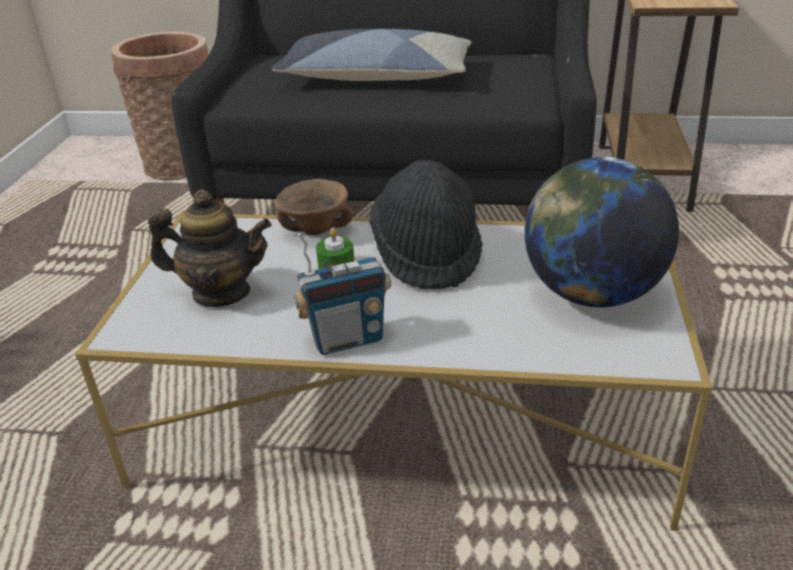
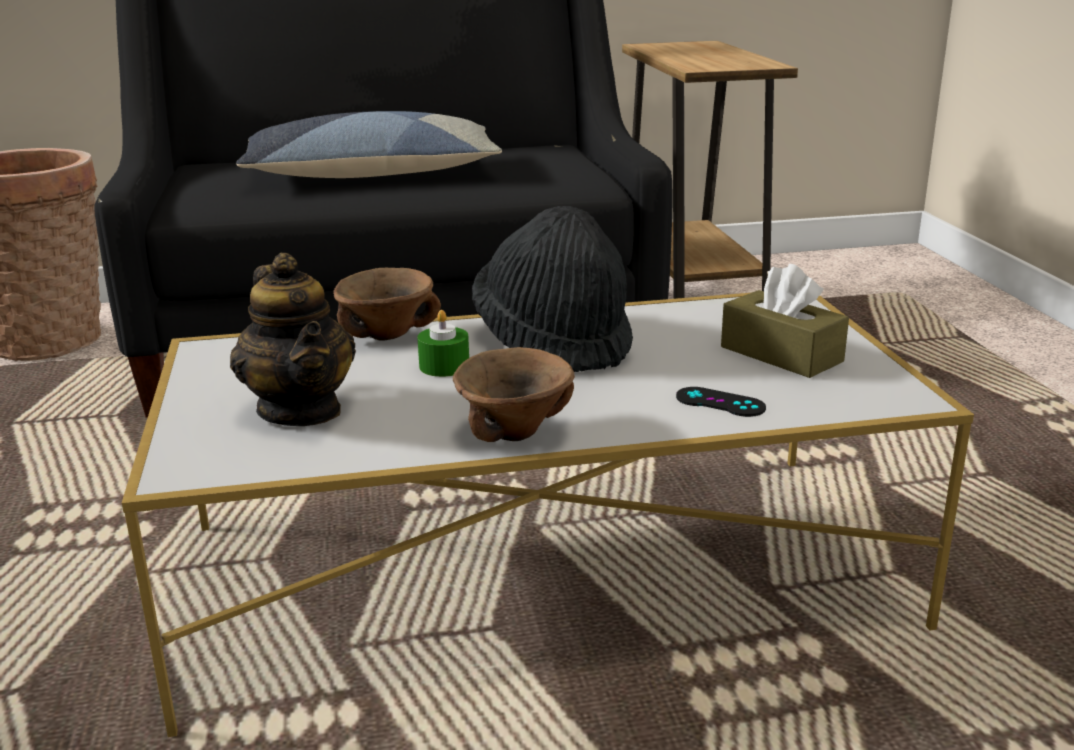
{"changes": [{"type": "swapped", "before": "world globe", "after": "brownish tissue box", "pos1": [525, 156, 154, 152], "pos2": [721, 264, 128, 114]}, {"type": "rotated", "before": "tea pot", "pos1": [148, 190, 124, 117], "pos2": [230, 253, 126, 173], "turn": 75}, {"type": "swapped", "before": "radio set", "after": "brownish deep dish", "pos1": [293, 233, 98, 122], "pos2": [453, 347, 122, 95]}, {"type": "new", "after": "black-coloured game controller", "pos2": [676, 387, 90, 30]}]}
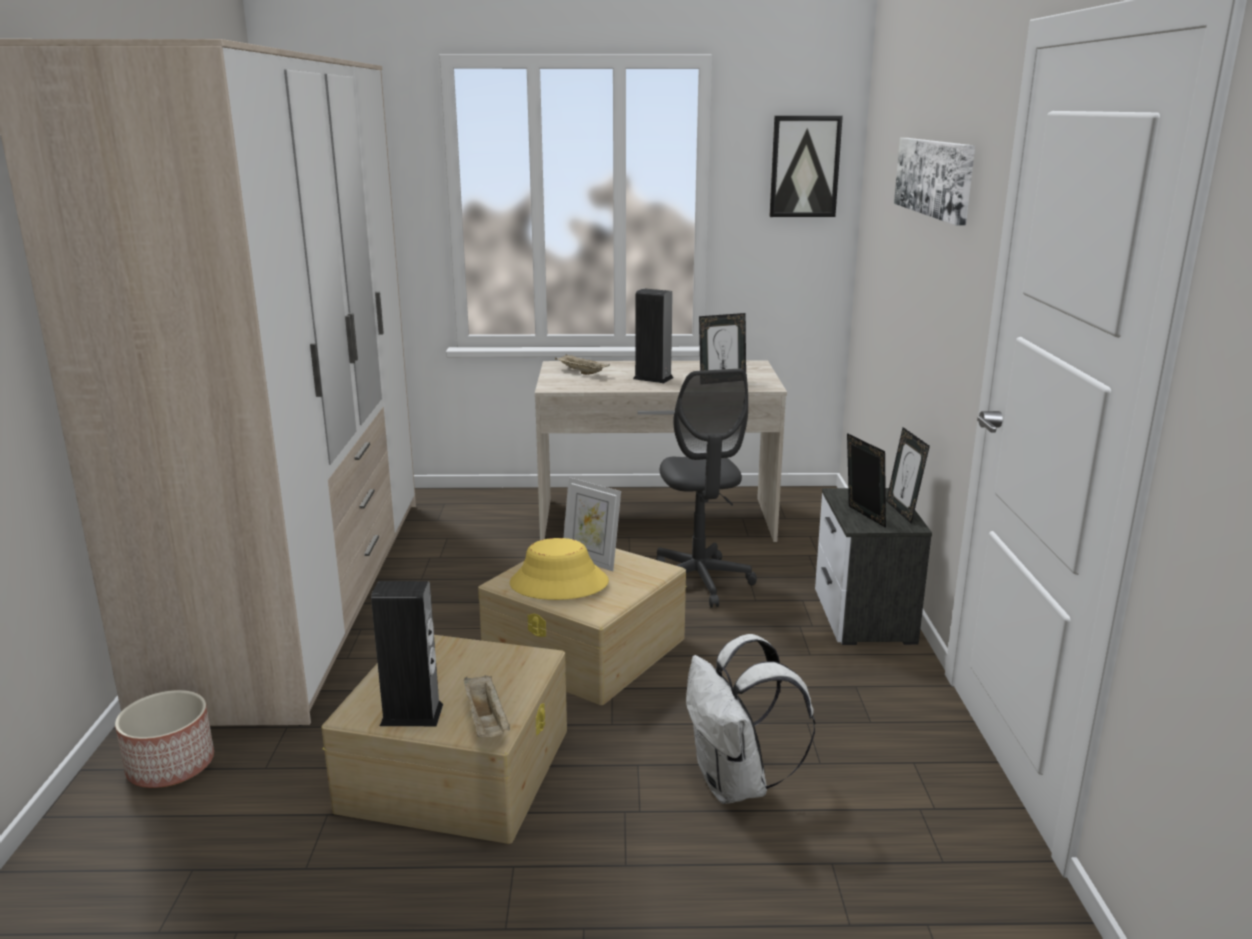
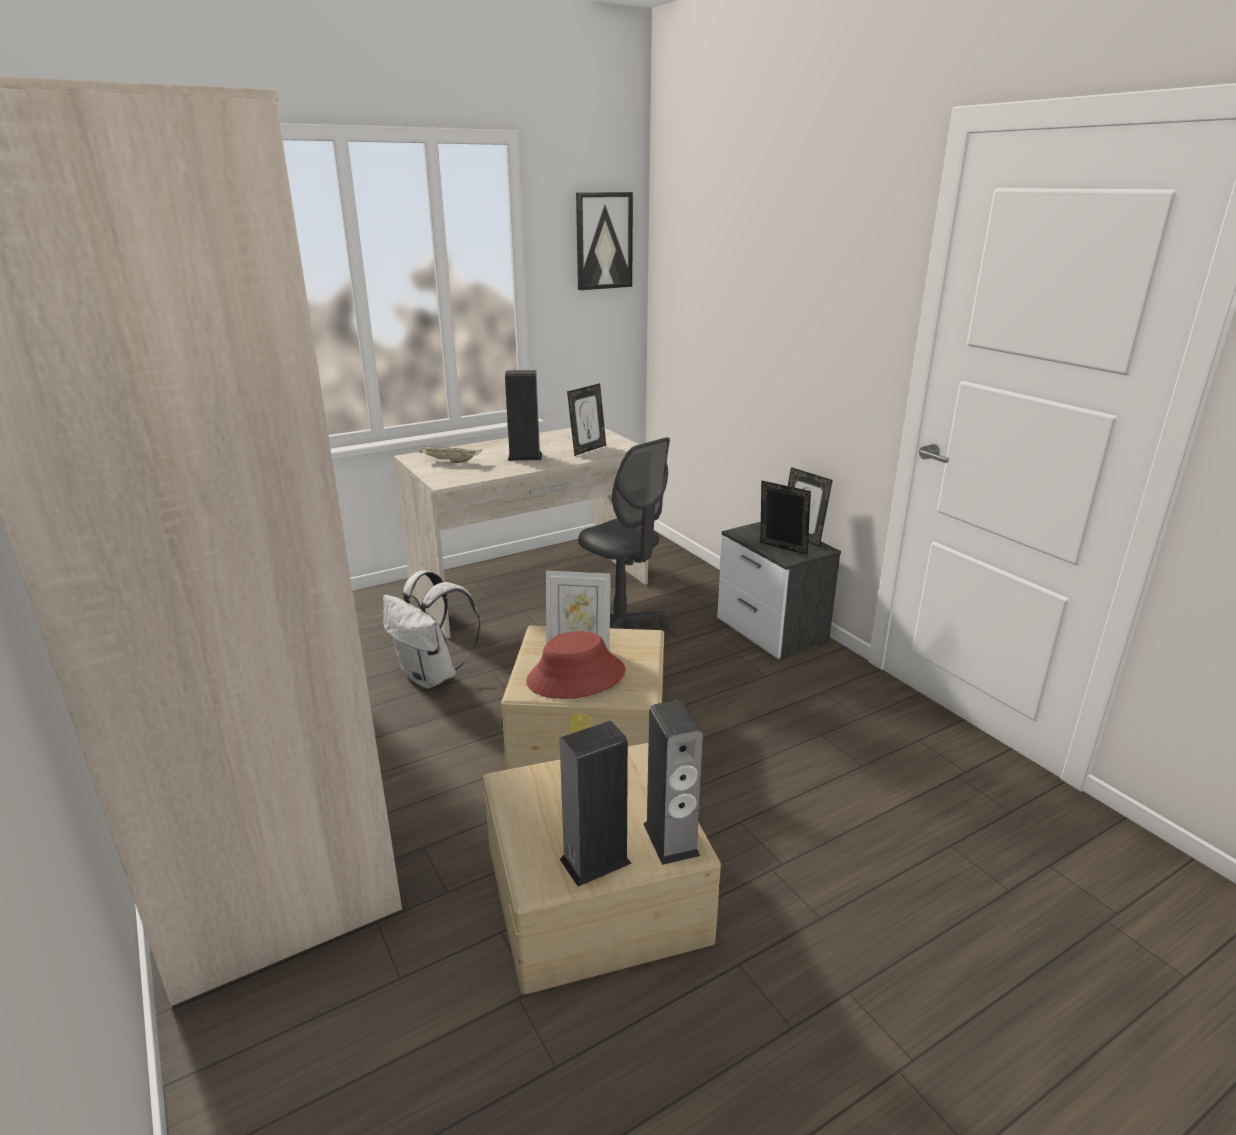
{"changes": [{"type": "gone", "before": "wall picture", "pos1": [894, 138, 81, 88]}, {"type": "repainted", "before": "yellow hat", "after": "reddish hat", "pos1": [510, 538, 99, 62], "pos2": [526, 631, 99, 68]}, {"type": "shifted", "before": "white rucksack", "pos1": [686, 634, 130, 170], "pos2": [383, 570, 98, 119]}, {"type": "swapped", "before": "beige-coloured serving tray", "after": "speaker", "pos1": [464, 675, 46, 62], "pos2": [644, 700, 59, 165]}, {"type": "gone", "before": "flower pot", "pos1": [115, 690, 99, 98]}]}
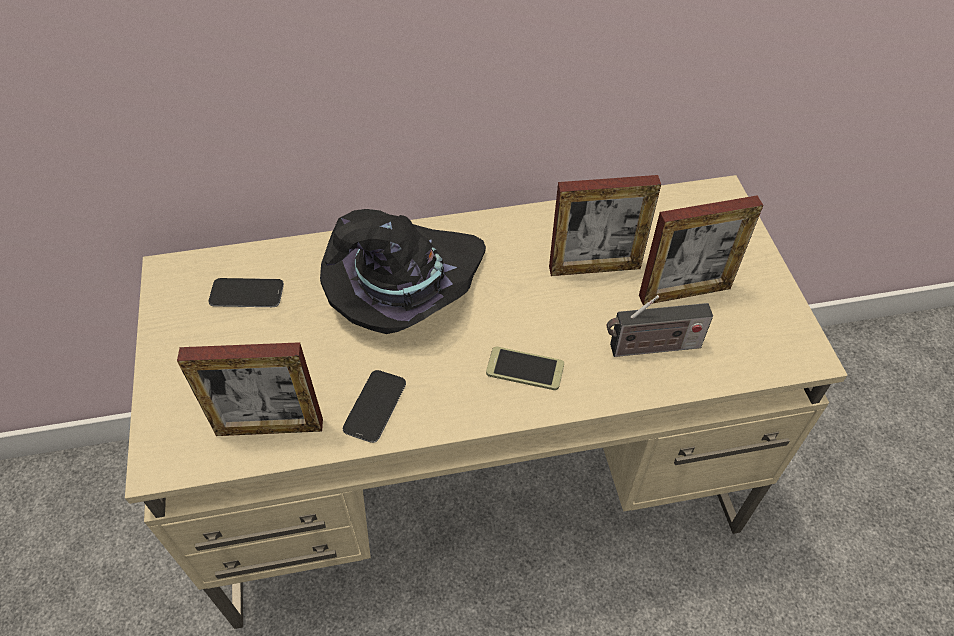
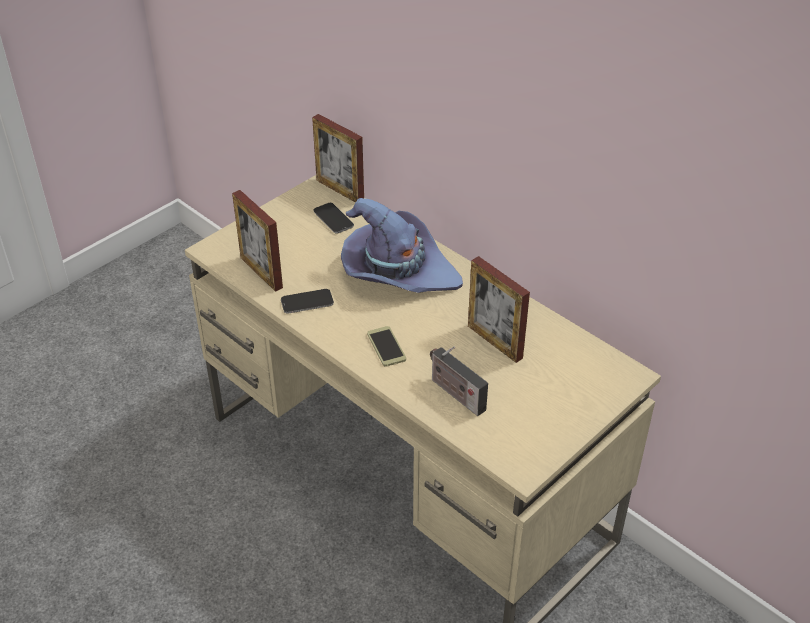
{"changes": [{"type": "shifted", "before": "standing frame", "pos1": [639, 196, 124, 109], "pos2": [312, 114, 52, 89]}, {"type": "repainted", "before": "black-coloured hat", "after": "purple hat", "pos1": [320, 209, 166, 125], "pos2": [341, 198, 122, 95]}]}
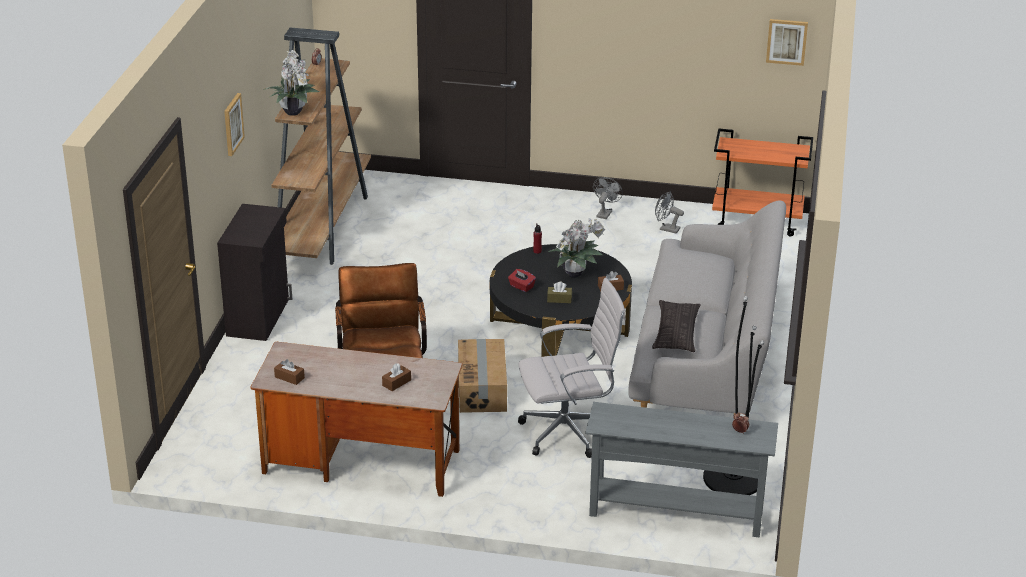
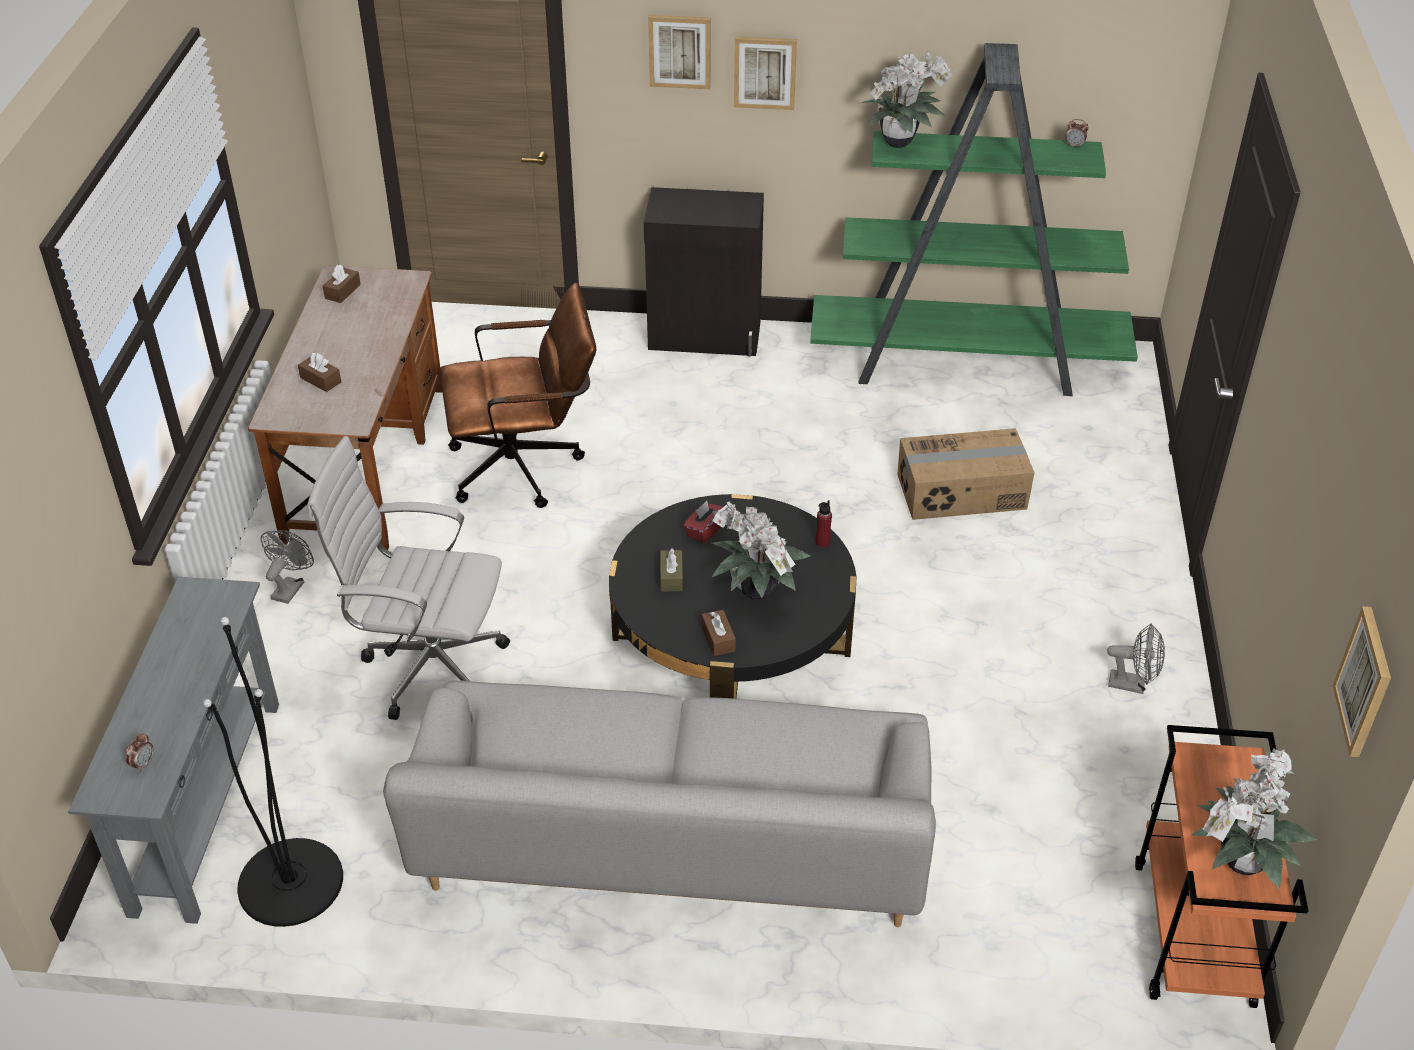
{"changes": [{"type": "repainted", "before": "brownish bookshelf", "after": "green-coloured bookshelf", "pos1": [272, 27, 99, 238], "pos2": [810, 43, 328, 353]}, {"type": "shifted", "before": "gray electric fan", "pos1": [655, 191, 29, 43], "pos2": [261, 530, 53, 74]}, {"type": "rotated", "before": "white desk chair", "pos1": [518, 278, 108, 180], "pos2": [307, 436, 203, 284], "turn": 120}, {"type": "gone", "before": "throw pillow", "pos1": [652, 300, 49, 52]}, {"type": "shifted", "before": "cardboard box", "pos1": [458, 339, 49, 74], "pos2": [897, 428, 138, 92]}, {"type": "new", "after": "wall picture", "pos2": [648, 15, 62, 74]}, {"type": "new", "after": "plant in a pot", "pos2": [1191, 749, 126, 140]}]}
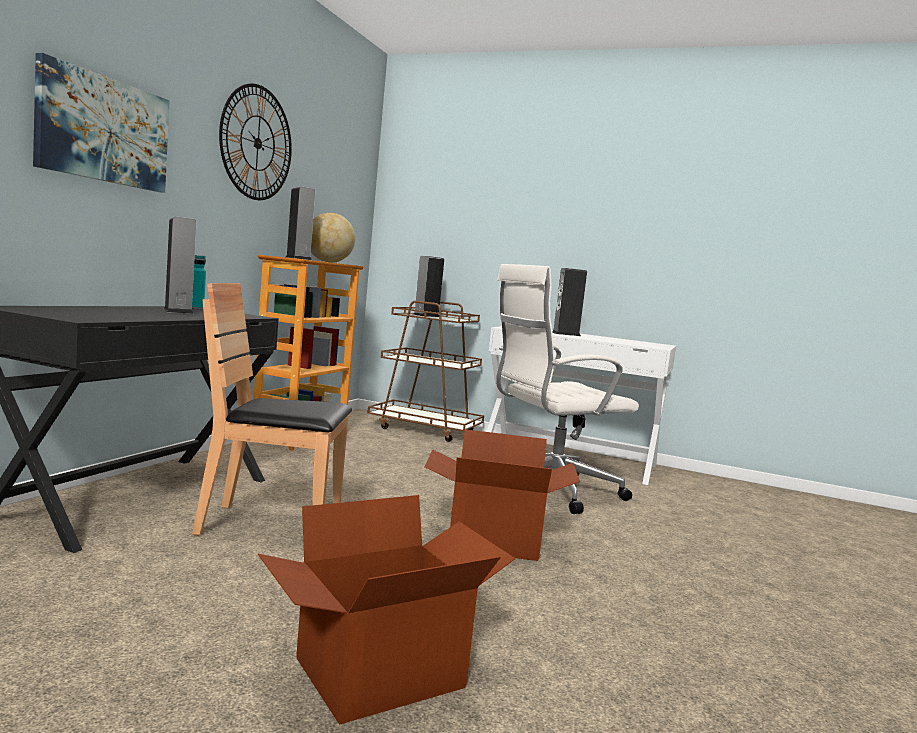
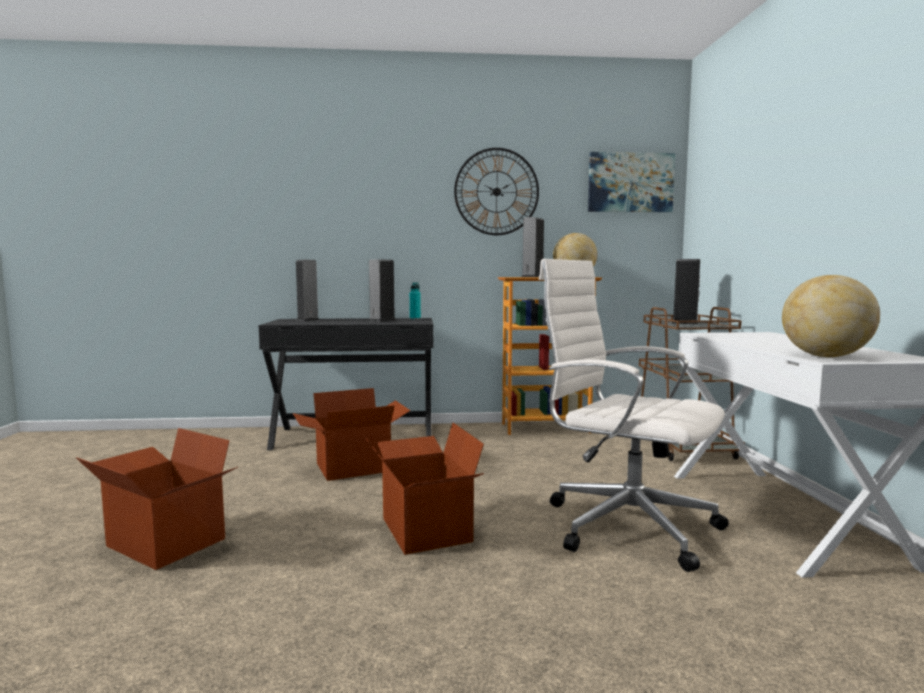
{"changes": [{"type": "shifted", "before": "wall picture", "pos1": [33, 53, 137, 140], "pos2": [588, 152, 87, 60]}, {"type": "shifted", "before": "speaker", "pos1": [552, 268, 35, 68], "pos2": [296, 260, 23, 61]}, {"type": "swapped", "before": "brownish plain chair", "after": "cardboard box", "pos1": [192, 283, 160, 253], "pos2": [293, 388, 118, 93]}, {"type": "new", "after": "world globe", "pos2": [782, 275, 98, 82]}]}
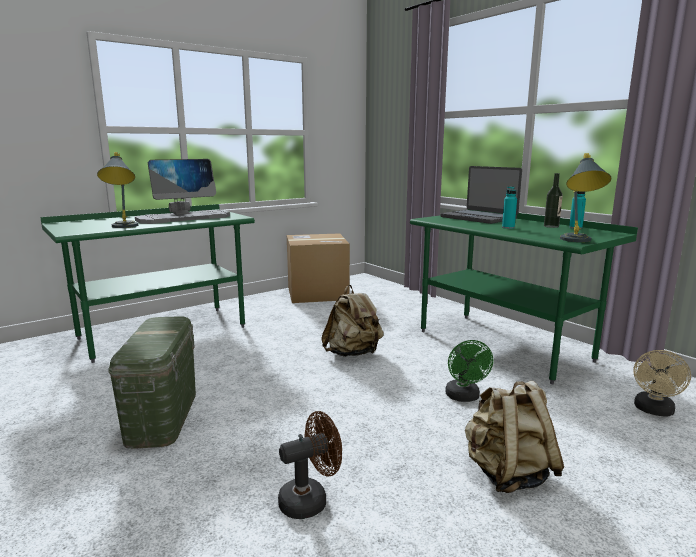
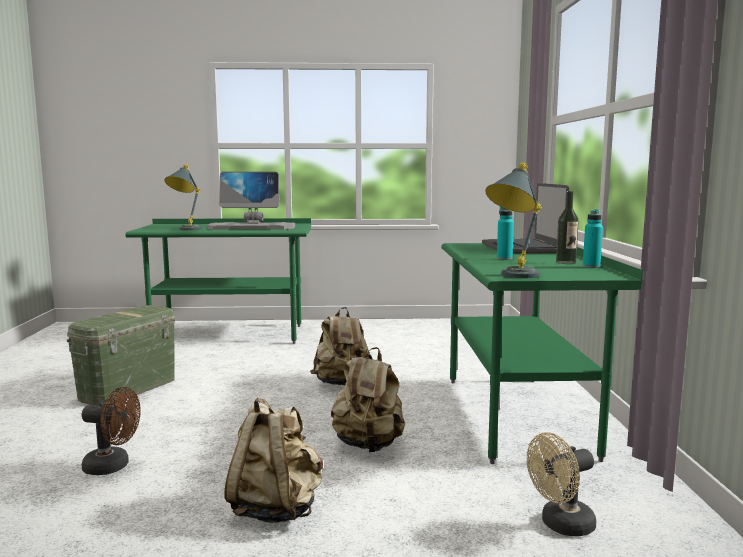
{"changes": [{"type": "gone", "before": "cardboard box", "pos1": [287, 233, 63, 70]}, {"type": "swapped", "before": "green-coloured electric fan", "after": "beige-coloured rucksack", "pos1": [445, 340, 48, 62], "pos2": [331, 347, 74, 105]}]}
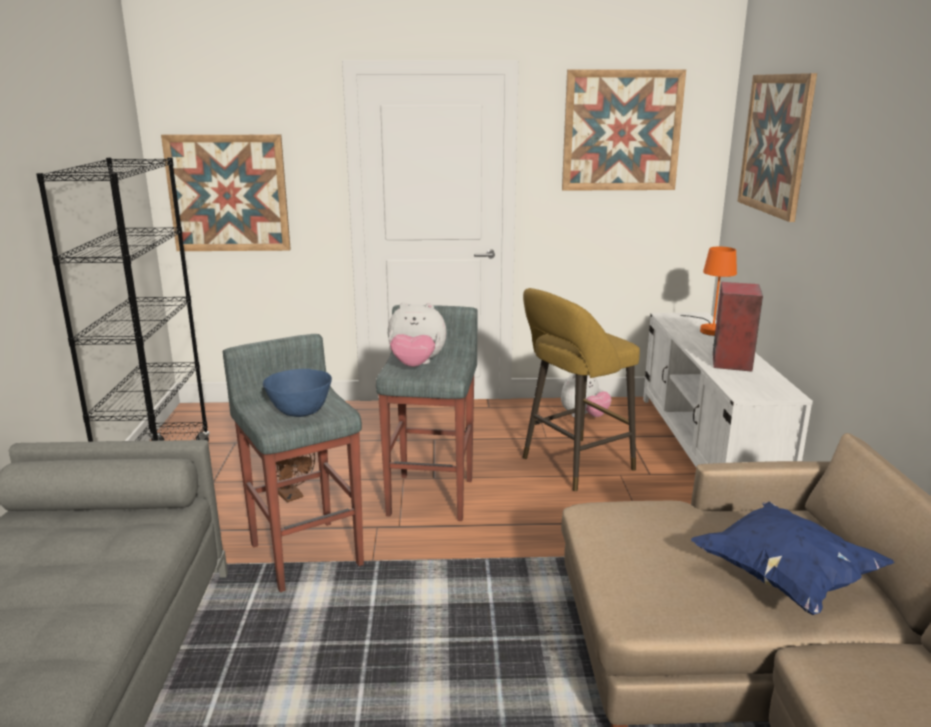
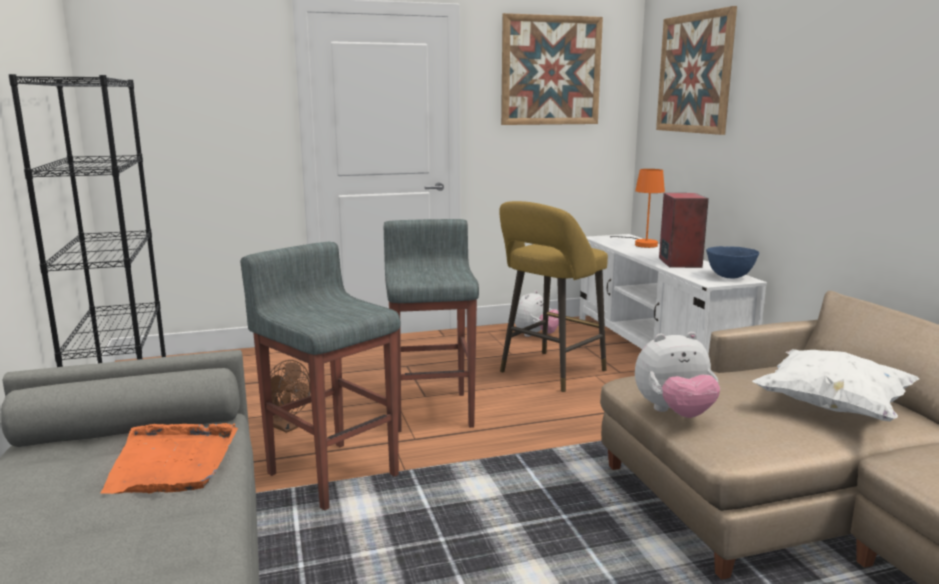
{"changes": [{"type": "gone", "before": "wall picture", "pos1": [161, 134, 130, 117]}, {"type": "shifted", "before": "cuddly toy", "pos1": [388, 302, 59, 65], "pos2": [635, 332, 85, 86]}, {"type": "shifted", "before": "blue-coloured deep dish", "pos1": [263, 369, 69, 48], "pos2": [706, 246, 53, 32]}, {"type": "repainted", "before": "blue-coloured throw pillow", "after": "white throw pillow", "pos1": [691, 501, 204, 114], "pos2": [752, 349, 168, 72]}, {"type": "new", "after": "orange serving tray", "pos2": [101, 423, 137, 71]}]}
